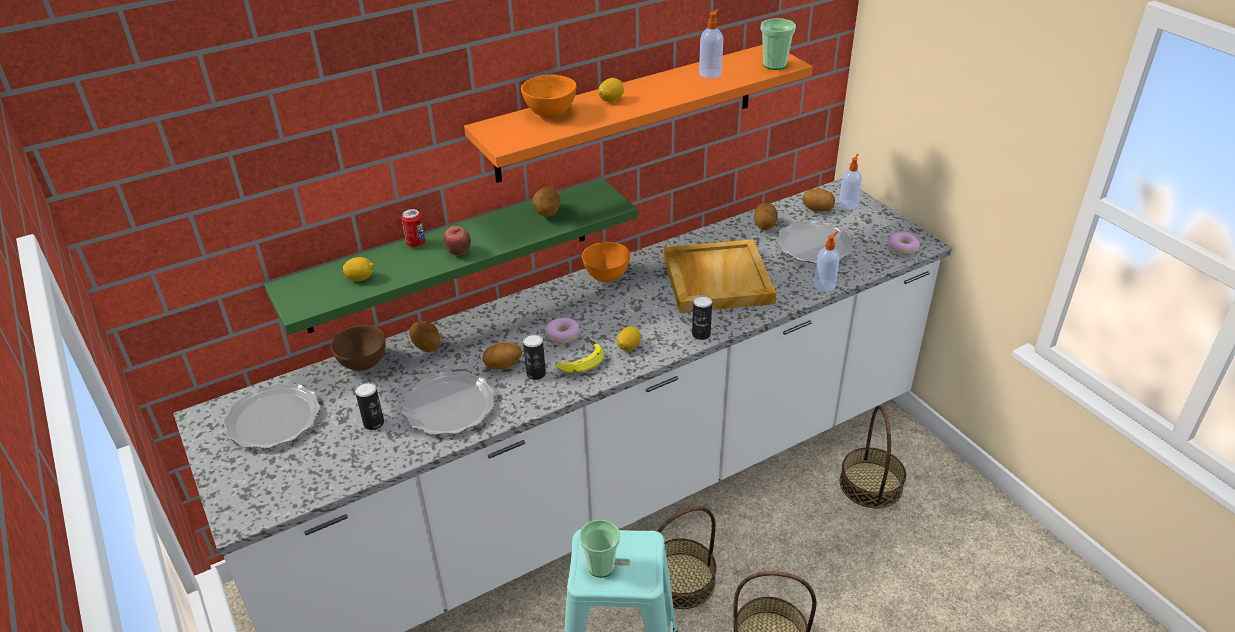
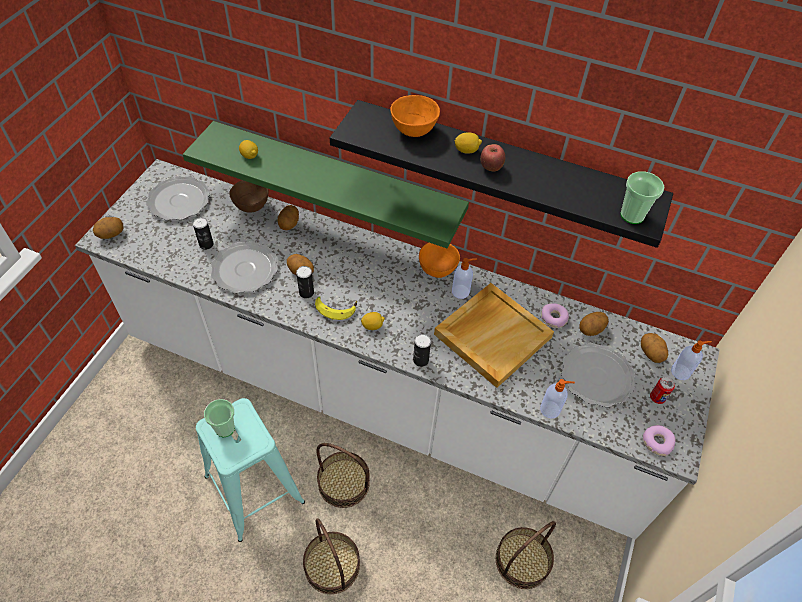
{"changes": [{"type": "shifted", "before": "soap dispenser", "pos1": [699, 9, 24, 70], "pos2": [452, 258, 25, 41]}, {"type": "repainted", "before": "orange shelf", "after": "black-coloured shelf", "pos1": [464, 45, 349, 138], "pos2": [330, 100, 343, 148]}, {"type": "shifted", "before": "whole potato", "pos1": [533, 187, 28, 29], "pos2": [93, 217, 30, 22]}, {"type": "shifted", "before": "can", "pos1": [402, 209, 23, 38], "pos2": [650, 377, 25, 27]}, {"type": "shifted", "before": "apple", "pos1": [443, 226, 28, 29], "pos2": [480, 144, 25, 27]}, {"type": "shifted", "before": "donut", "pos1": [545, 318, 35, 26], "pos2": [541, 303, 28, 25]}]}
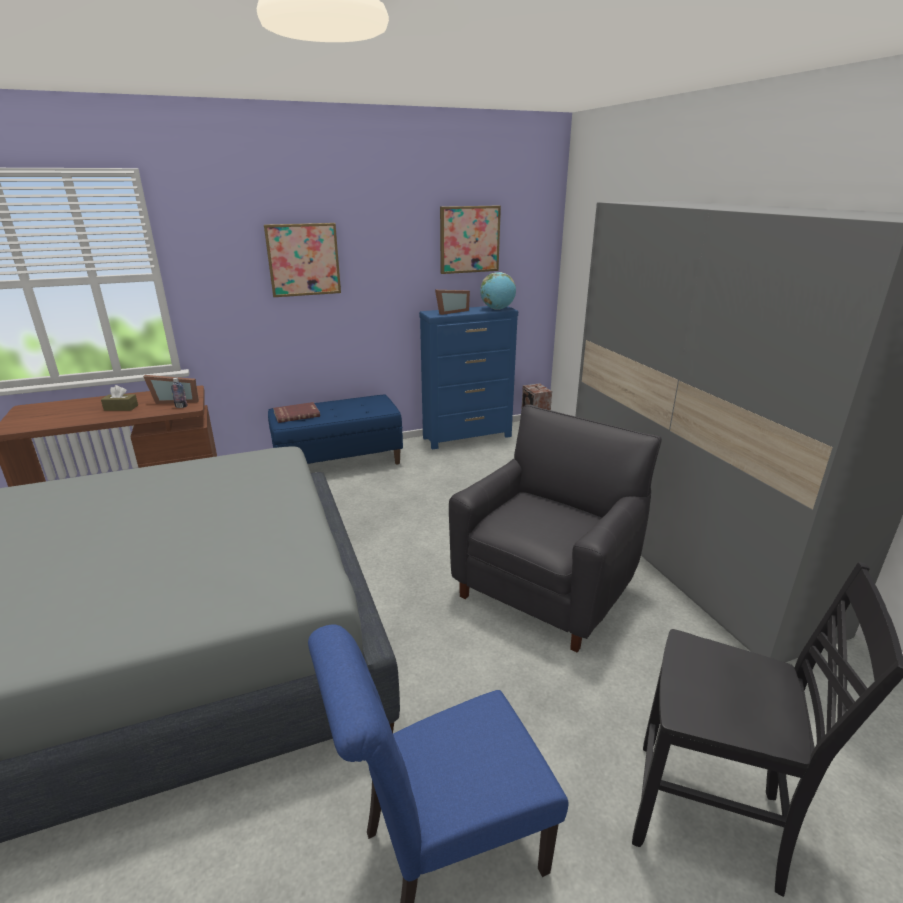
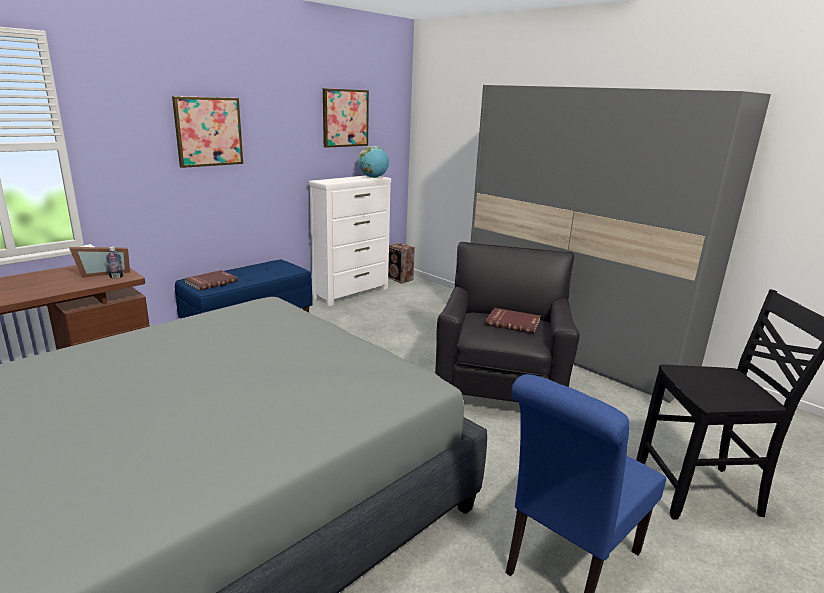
{"changes": [{"type": "gone", "before": "standing frame", "pos1": [435, 290, 35, 25]}, {"type": "repainted", "before": "blue-coloured chest of drawers", "after": "white chest of drawers", "pos1": [419, 306, 99, 144], "pos2": [309, 176, 82, 130]}, {"type": "gone", "before": "brownish tissue box", "pos1": [101, 385, 37, 26]}, {"type": "new", "after": "reddish book", "pos2": [485, 308, 56, 26]}]}
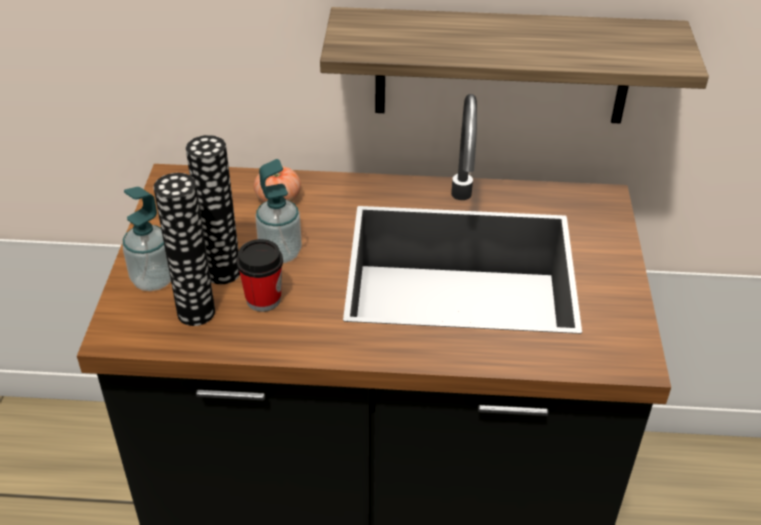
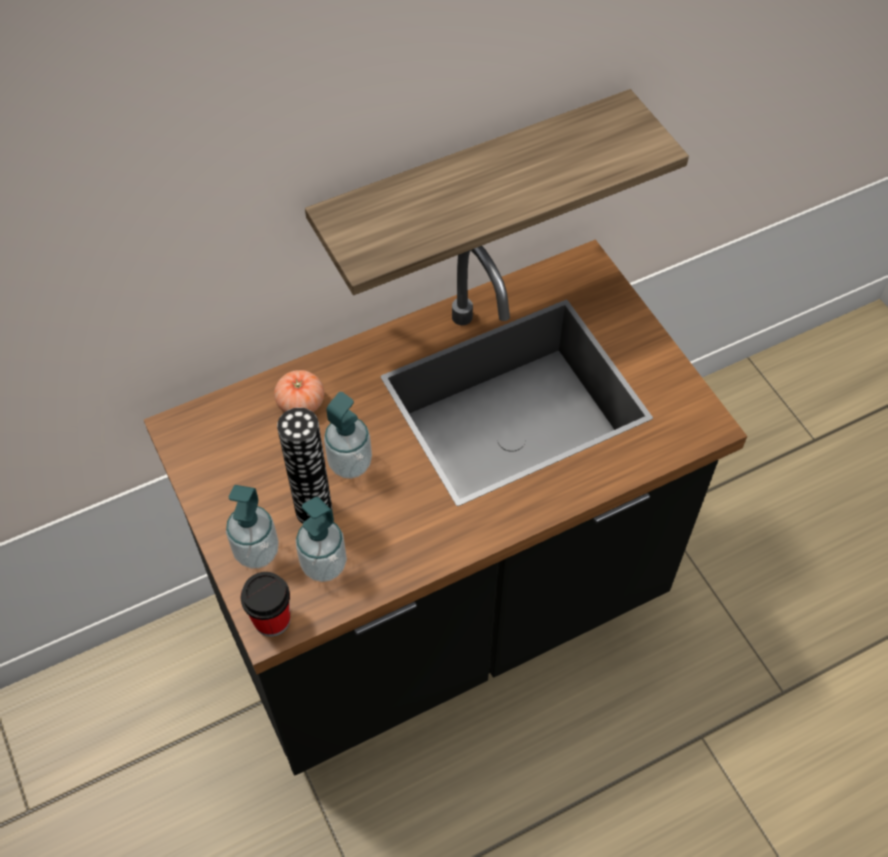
{"changes": [{"type": "swapped", "before": "flower vase", "after": "soap dispenser", "pos1": [154, 173, 61, 153], "pos2": [295, 497, 52, 85]}, {"type": "shifted", "before": "drinking cup", "pos1": [236, 239, 47, 73], "pos2": [241, 572, 49, 65]}]}
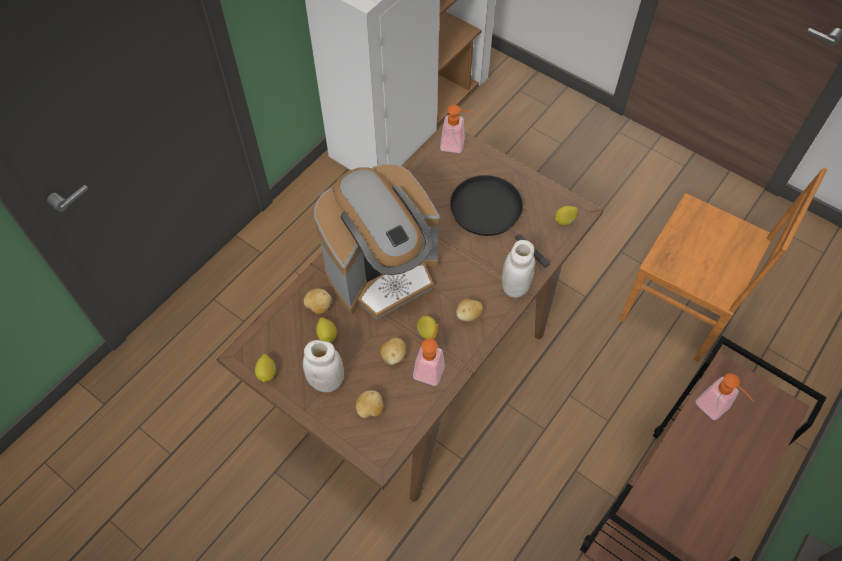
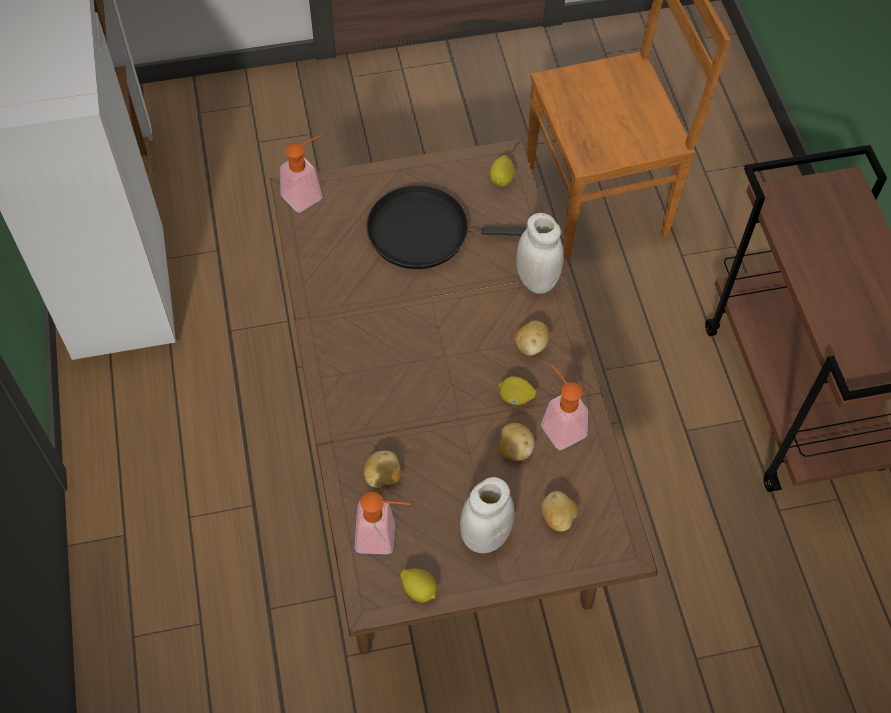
{"changes": [{"type": "gone", "before": "coffee maker", "pos1": [314, 164, 126, 155]}, {"type": "gone", "before": "citrus fruit", "pos1": [316, 317, 21, 26]}, {"type": "shifted", "before": "soap dispenser", "pos1": [696, 373, 57, 47], "pos2": [355, 491, 56, 63]}]}
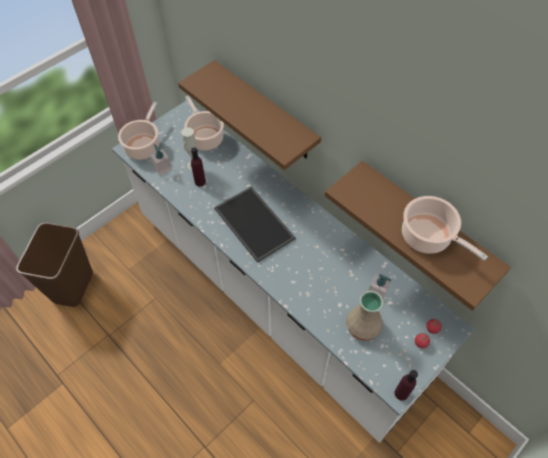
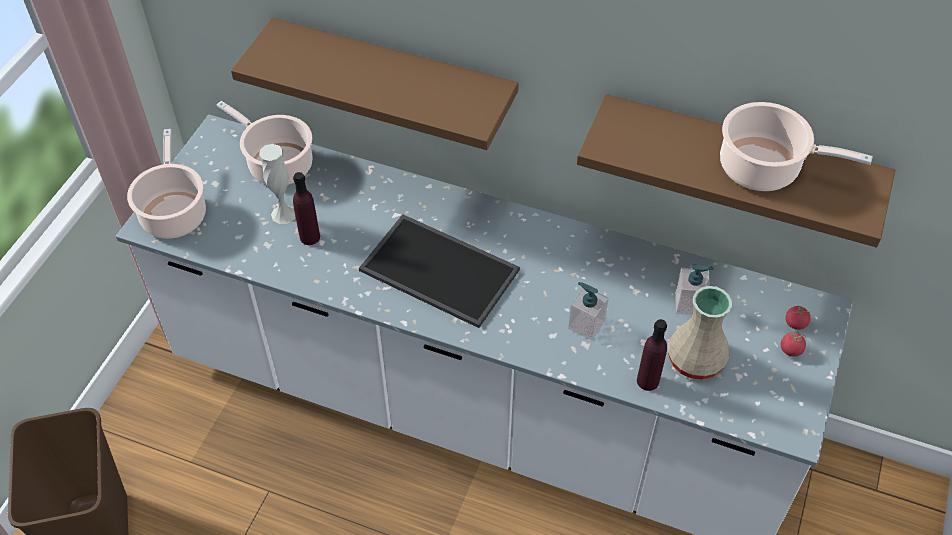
{"changes": [{"type": "shifted", "before": "soap dispenser", "pos1": [150, 144, 22, 32], "pos2": [568, 282, 41, 58]}, {"type": "shifted", "before": "purple drink bottle", "pos1": [394, 370, 24, 31], "pos2": [637, 319, 30, 72]}]}
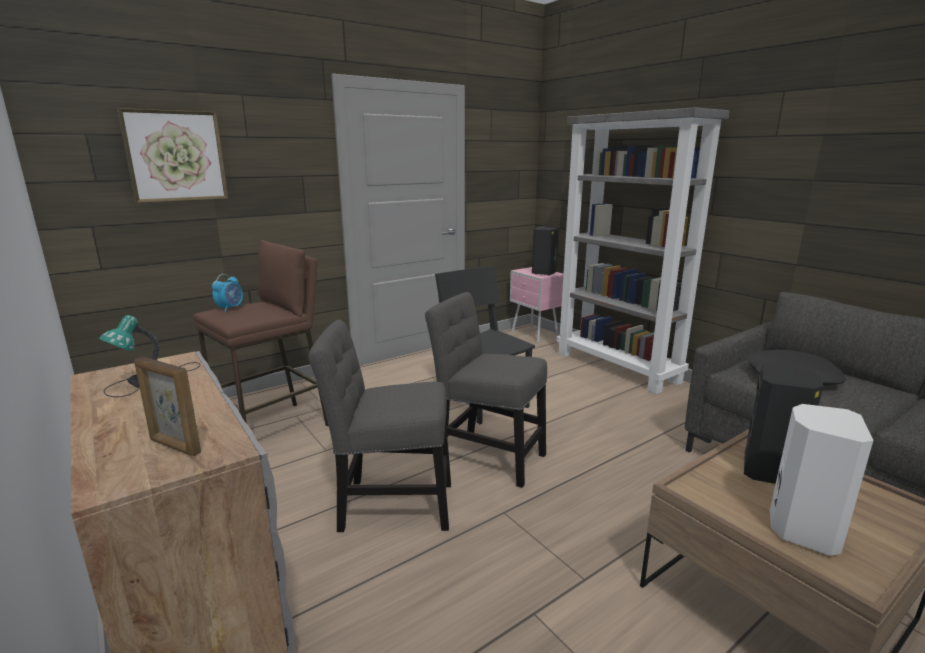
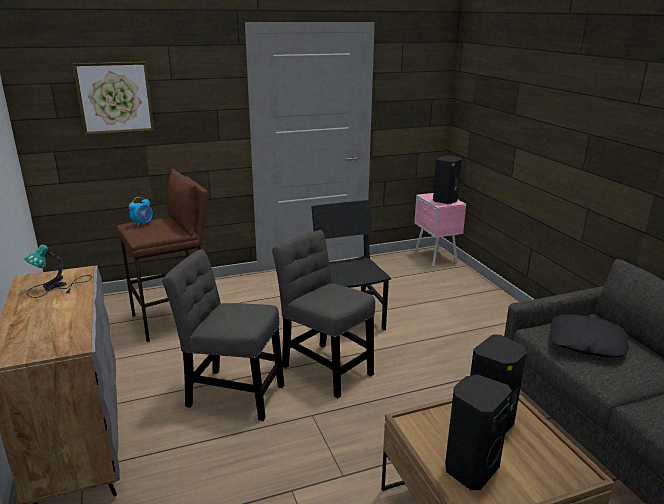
{"changes": [{"type": "gone", "before": "gray bookshelf", "pos1": [557, 107, 173, 287]}, {"type": "gone", "before": "standing frame", "pos1": [134, 357, 67, 99]}, {"type": "repainted", "before": "white speaker", "after": "black-coloured speaker", "pos1": [770, 404, 104, 152], "pos2": [445, 375, 67, 115]}]}
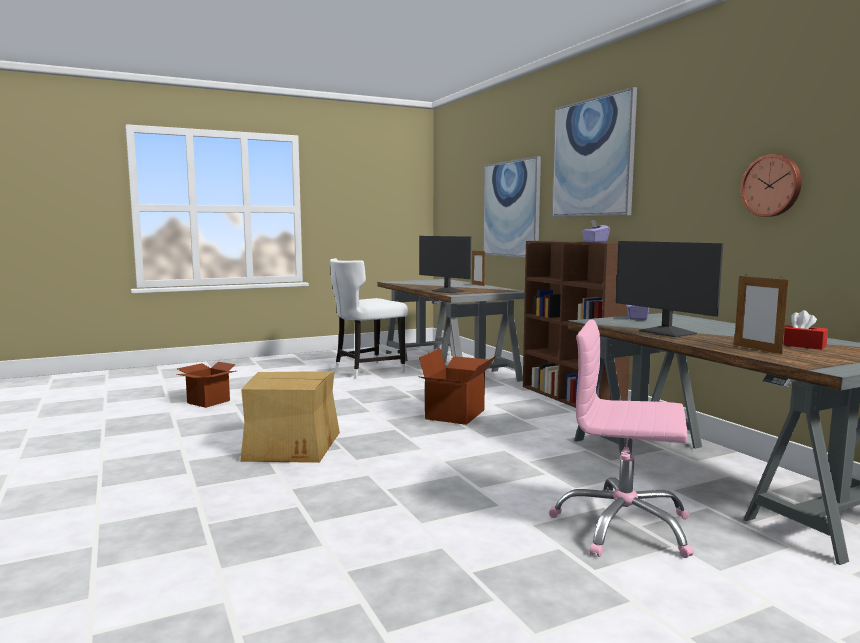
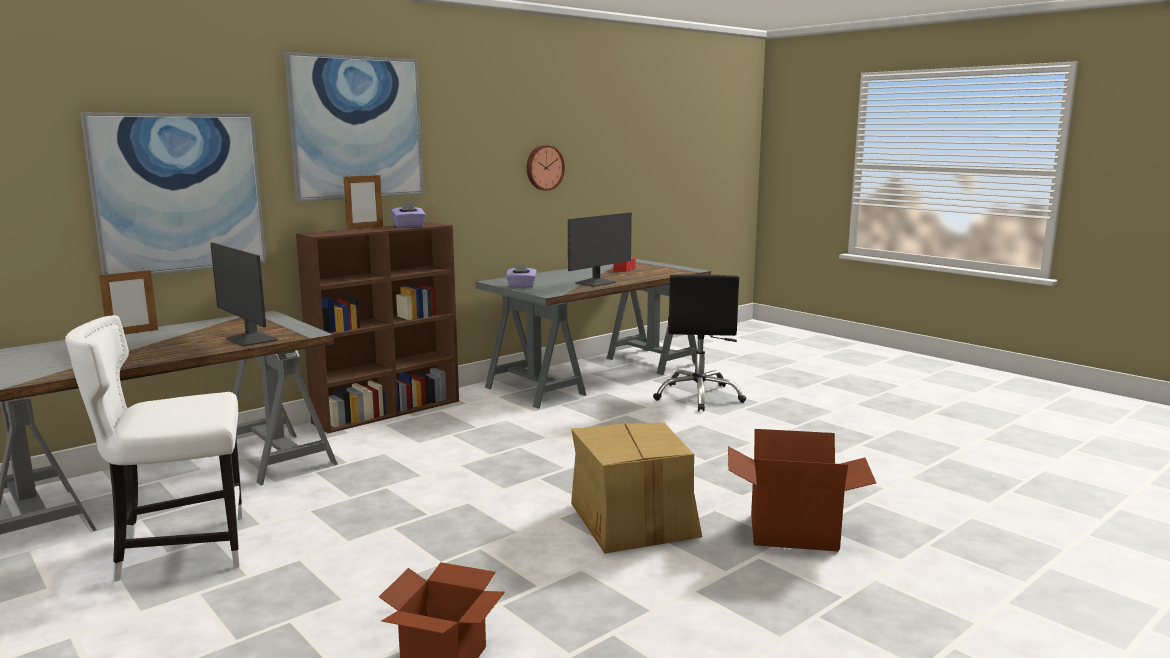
{"changes": [{"type": "rotated", "before": "computer display", "pos1": [419, 236, 52, 57], "pos2": [210, 242, 68, 104], "turn": 105}, {"type": "rotated", "before": "white plain chair", "pos1": [330, 258, 78, 120], "pos2": [65, 315, 178, 267], "turn": 120}, {"type": "shifted", "before": "standing frame", "pos1": [734, 274, 55, 80], "pos2": [343, 174, 40, 56]}, {"type": "repainted", "before": "pink desk chair", "after": "black-coloured desk chair", "pos1": [549, 319, 145, 239], "pos2": [653, 274, 94, 137]}, {"type": "shifted", "before": "cardboard box", "pos1": [418, 348, 78, 77], "pos2": [728, 429, 148, 123]}]}
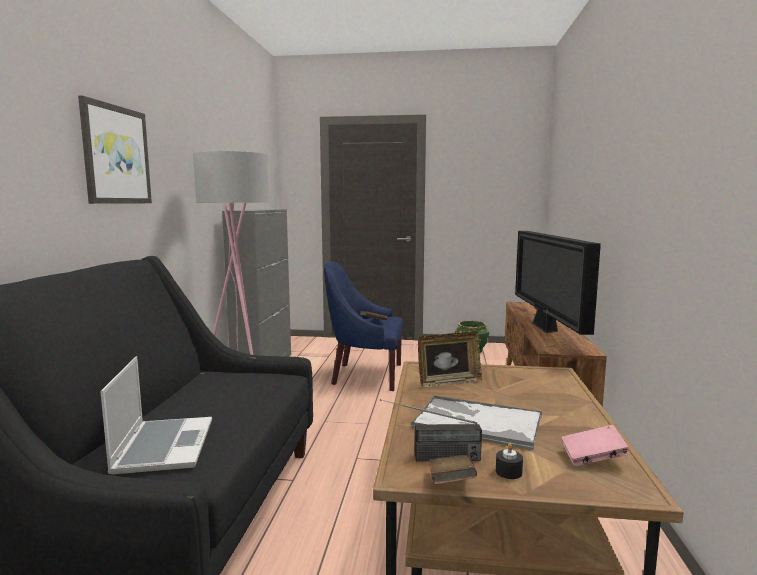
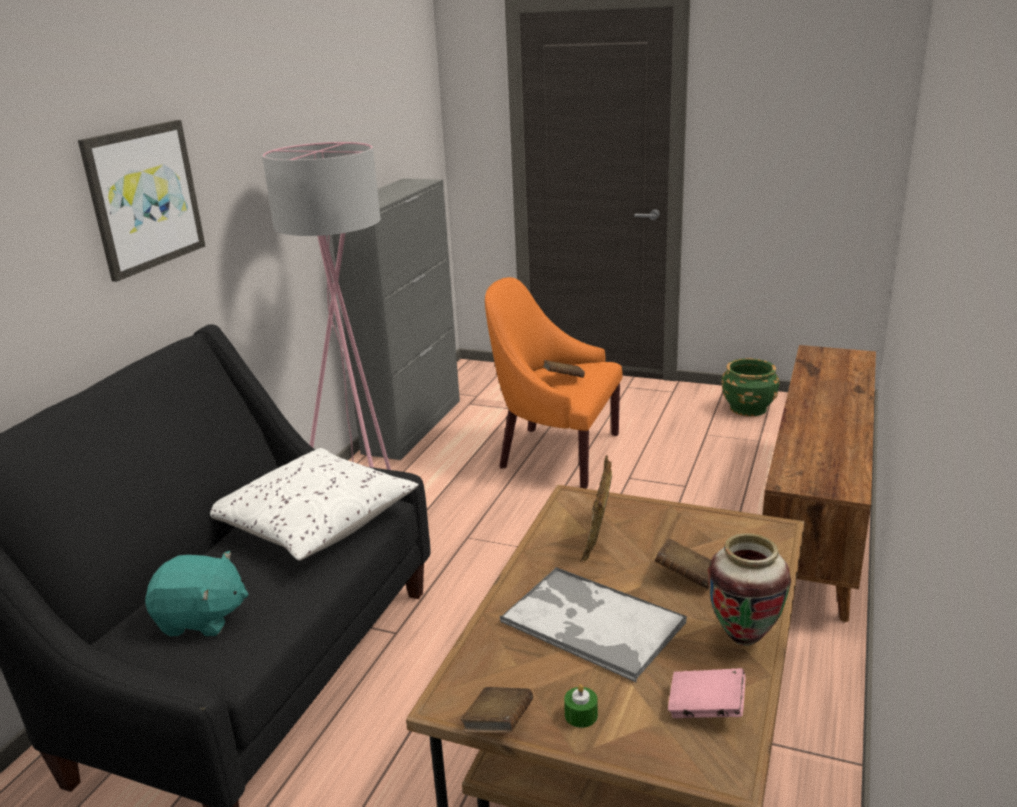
{"changes": [{"type": "gone", "before": "TV", "pos1": [515, 231, 86, 104]}, {"type": "repainted", "before": "blue-coloured lounge chair", "after": "orange lounge chair", "pos1": [324, 262, 79, 129], "pos2": [485, 277, 138, 212]}, {"type": "rotated", "before": "standing frame", "pos1": [418, 331, 65, 56], "pos2": [580, 455, 32, 107], "turn": 105}, {"type": "swapped", "before": "portable computer", "after": "turquoise cuddly toy", "pos1": [100, 356, 112, 118], "pos2": [145, 551, 103, 85]}, {"type": "gone", "before": "radio set", "pos1": [380, 399, 102, 62]}, {"type": "repainted", "before": "black-coloured wax candle", "after": "green-coloured wax candle", "pos1": [496, 443, 27, 36], "pos2": [564, 684, 34, 44]}, {"type": "new", "after": "white throw pillow", "pos2": [210, 448, 209, 113]}, {"type": "new", "after": "flower vase", "pos2": [708, 533, 83, 113]}, {"type": "new", "after": "brownish book", "pos2": [654, 538, 57, 51]}]}
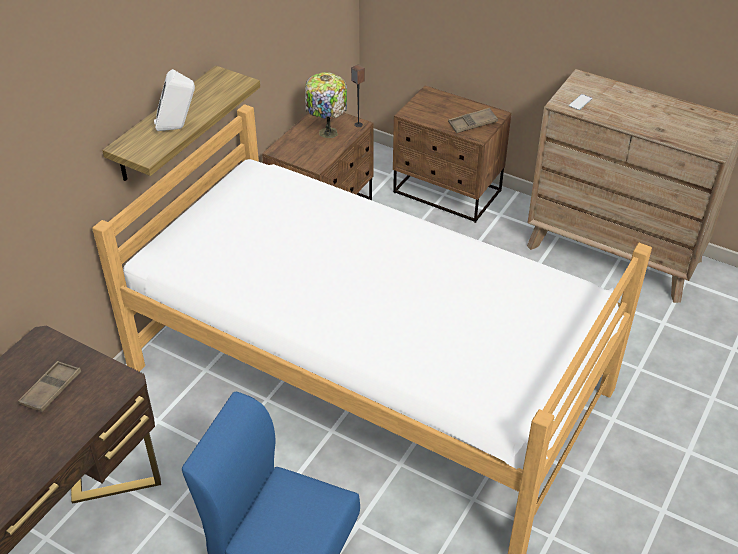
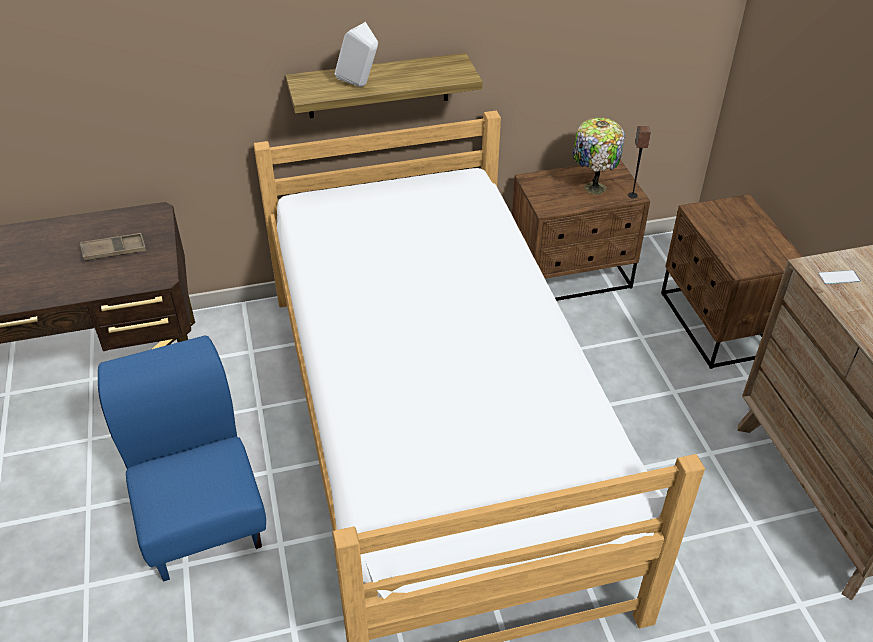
{"changes": [{"type": "gone", "before": "brownish serving tray", "pos1": [448, 108, 50, 25]}]}
